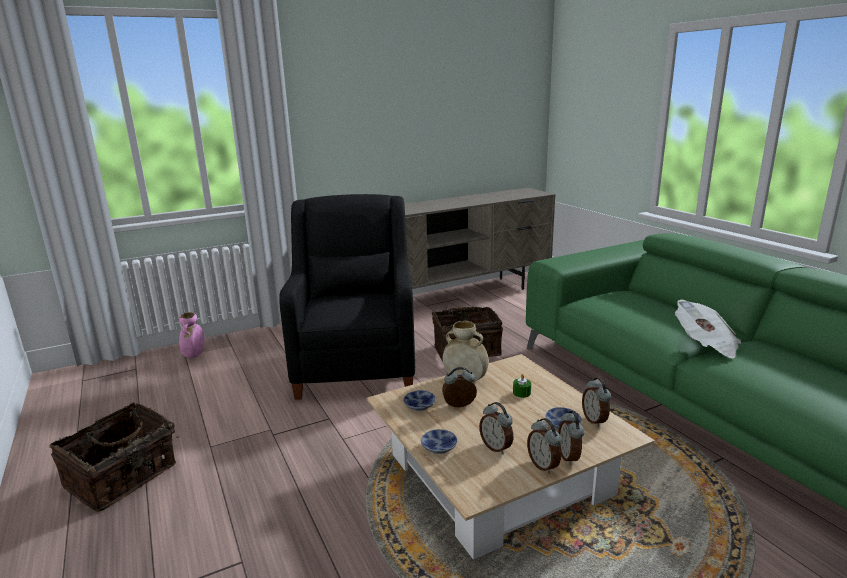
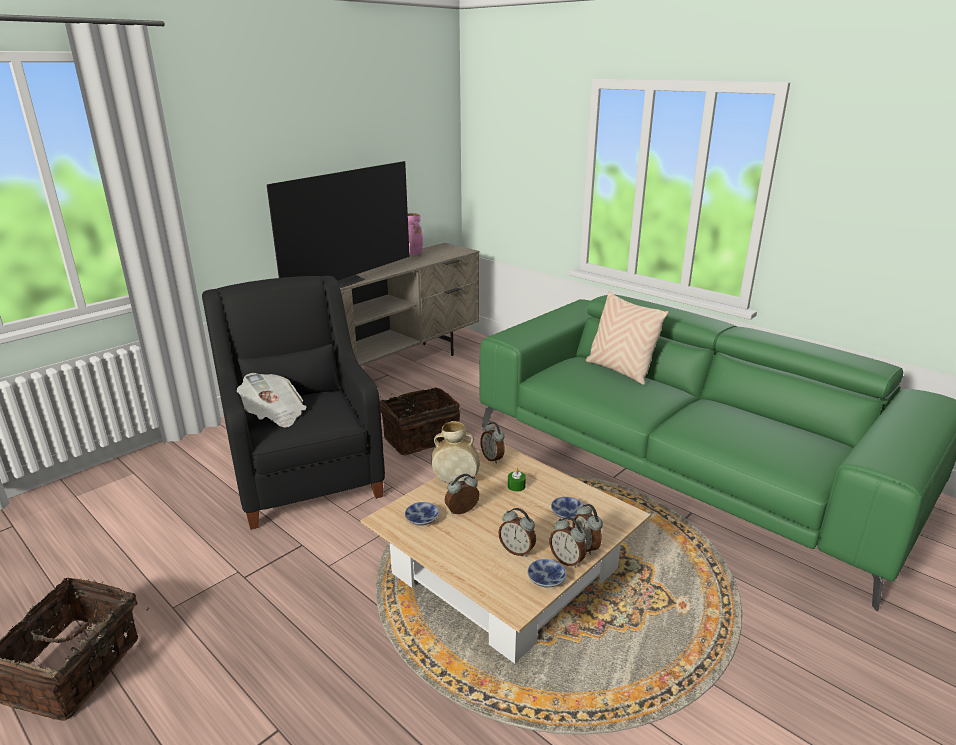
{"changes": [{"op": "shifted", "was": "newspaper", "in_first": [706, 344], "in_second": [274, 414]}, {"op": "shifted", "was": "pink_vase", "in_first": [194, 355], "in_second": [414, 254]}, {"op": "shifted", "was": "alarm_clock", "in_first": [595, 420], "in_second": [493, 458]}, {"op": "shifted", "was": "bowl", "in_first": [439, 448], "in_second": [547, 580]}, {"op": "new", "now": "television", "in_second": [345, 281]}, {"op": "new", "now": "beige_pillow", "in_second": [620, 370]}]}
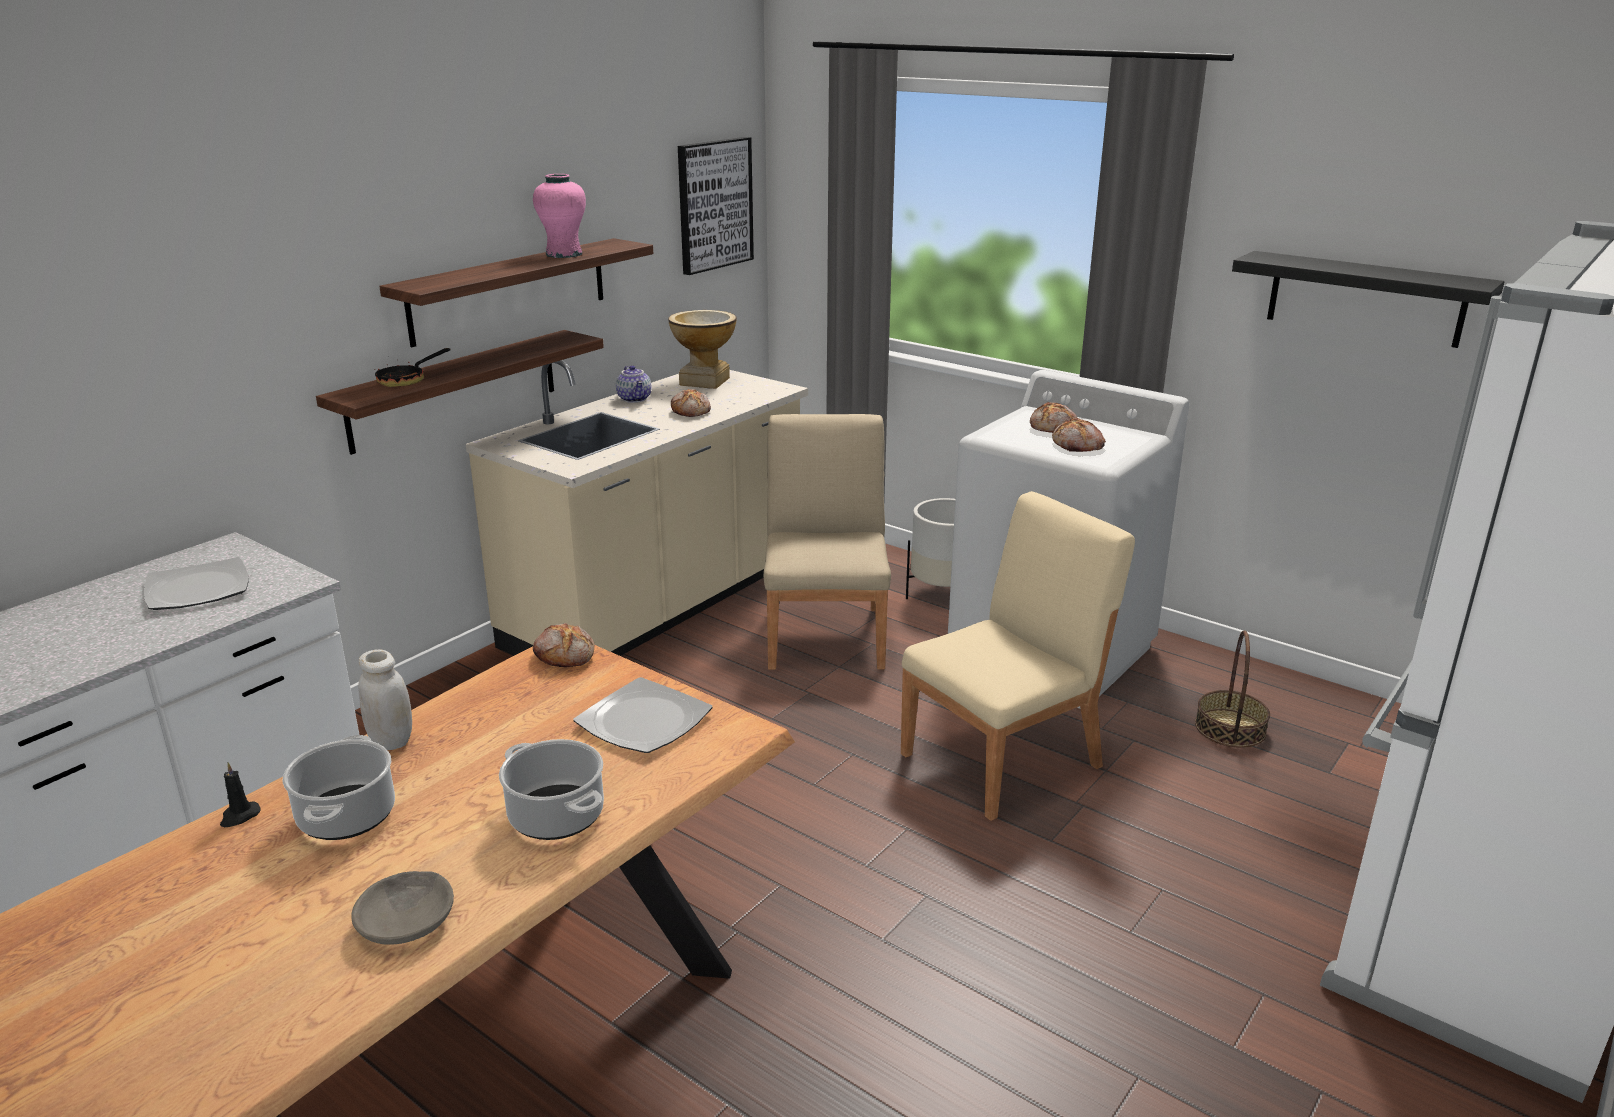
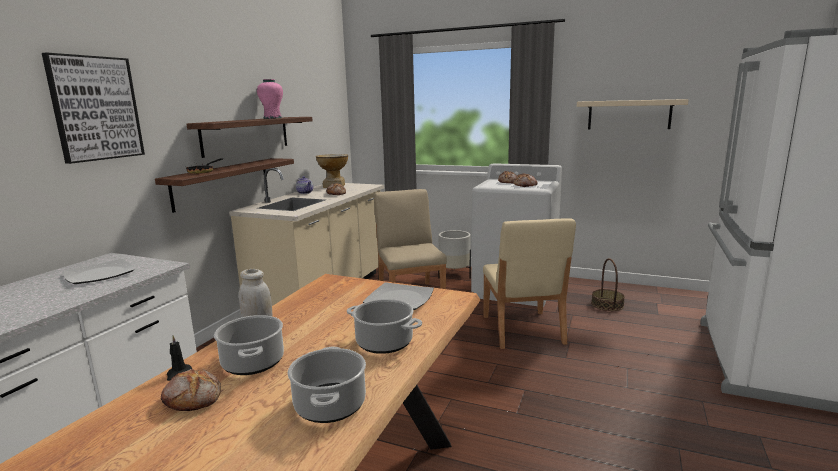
{"changes": [{"op": "shifted", "was": "picture", "in_first": [714, 205], "in_second": [95, 108]}, {"op": "repainted", "was": "black_shelf", "now": "beige_shelf", "in_first": [1365, 299], "in_second": [629, 114]}, {"op": "rotated", "was": "beige_chair", "in_first": [1003, 759], "in_second": [522, 330], "clockwise": 135}, {"op": "shifted", "was": "bread", "in_first": [565, 655], "in_second": [193, 398]}, {"op": "swapped", "was": "grey_bowl", "now": "cooking_pot", "in_first": [407, 920], "in_second": [329, 405]}]}
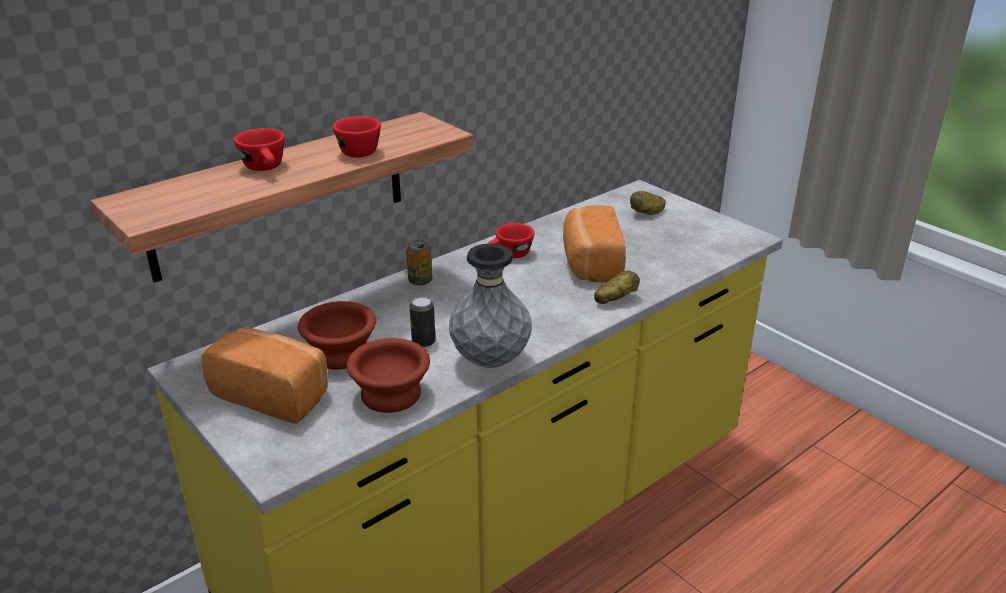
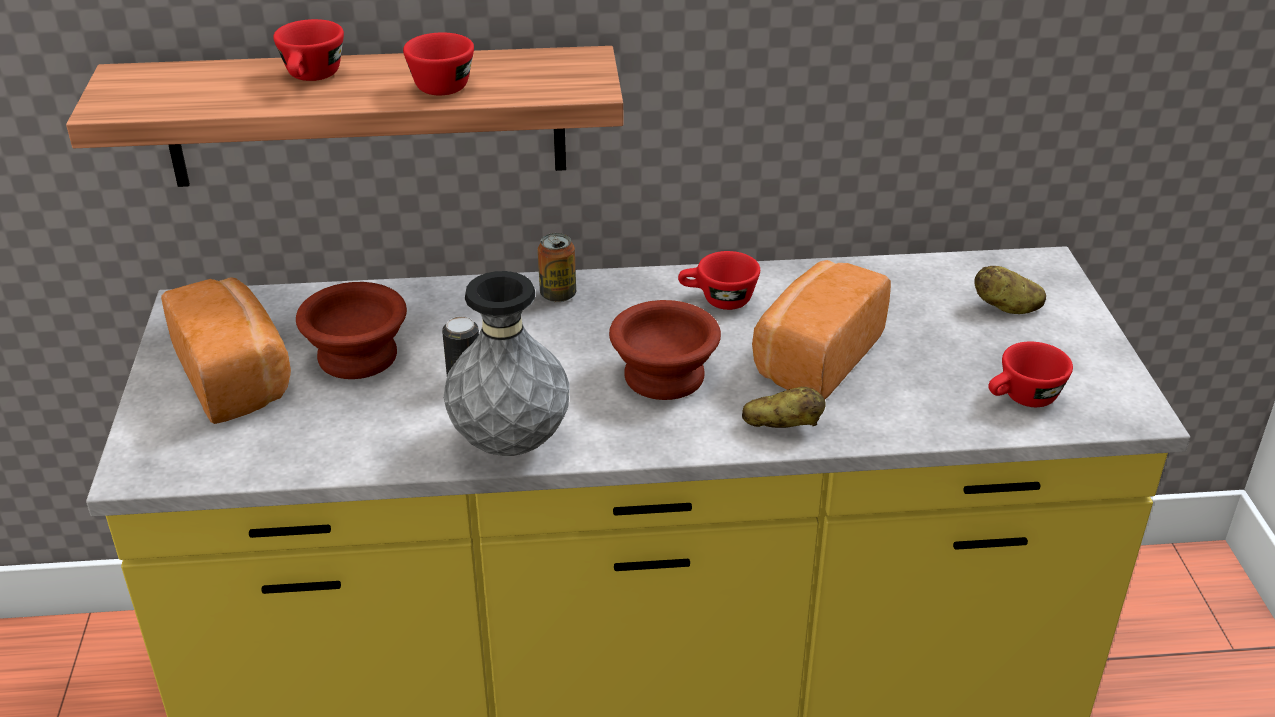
{"changes": [{"op": "shifted", "was": "brown_bowl", "in_first": [393, 393], "in_second": [667, 376]}, {"op": "new", "now": "red_cup", "in_second": [1022, 399]}]}
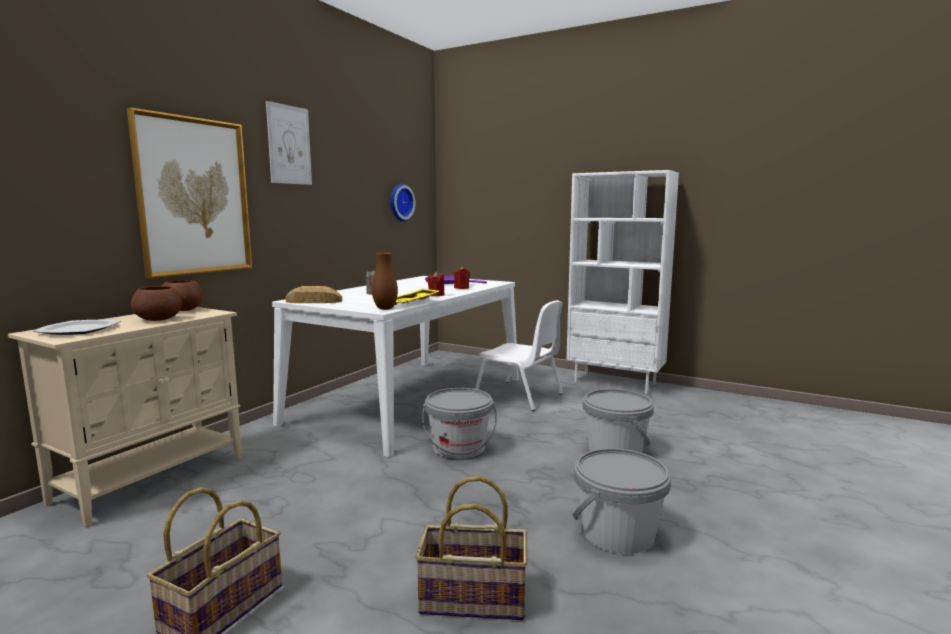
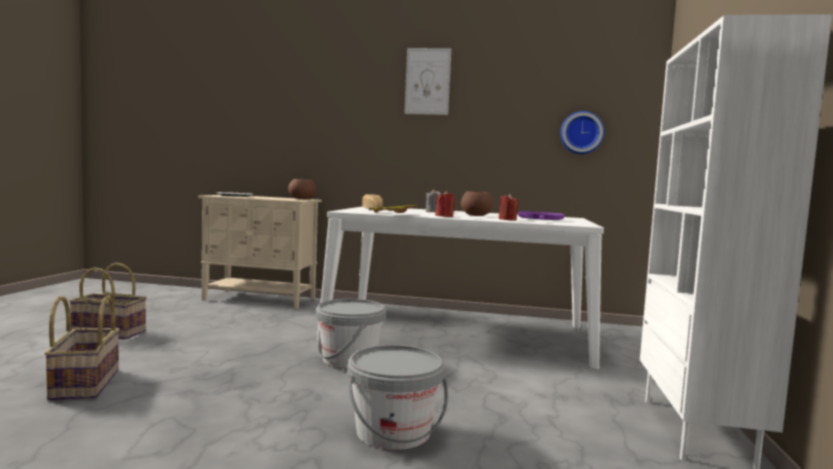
{"changes": [{"op": "gone", "was": "picture", "in_first": [194, 196]}, {"op": "gone", "was": "brown_vase", "in_first": [385, 309]}, {"op": "shifted", "was": "brown_bowl", "in_first": [159, 319], "in_second": [476, 215]}, {"op": "gone", "was": "white_chair", "in_first": [519, 396]}, {"op": "gone", "was": "grey_bucket", "in_first": [617, 533]}]}
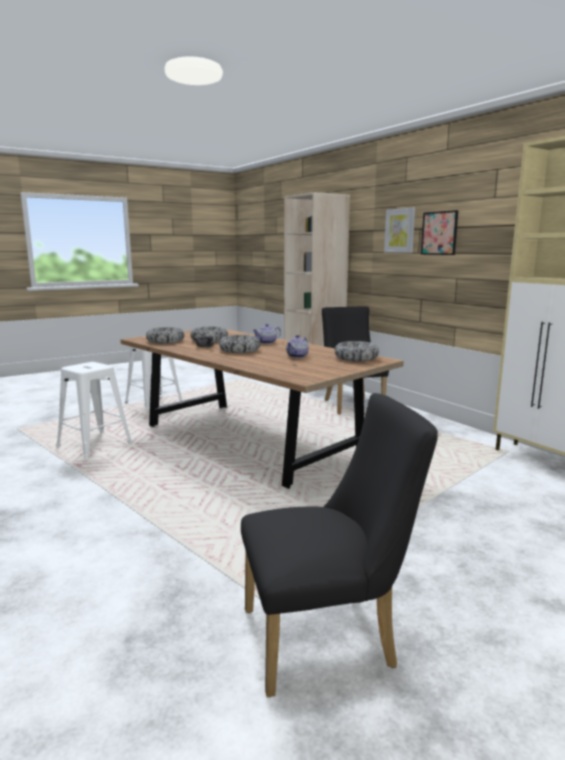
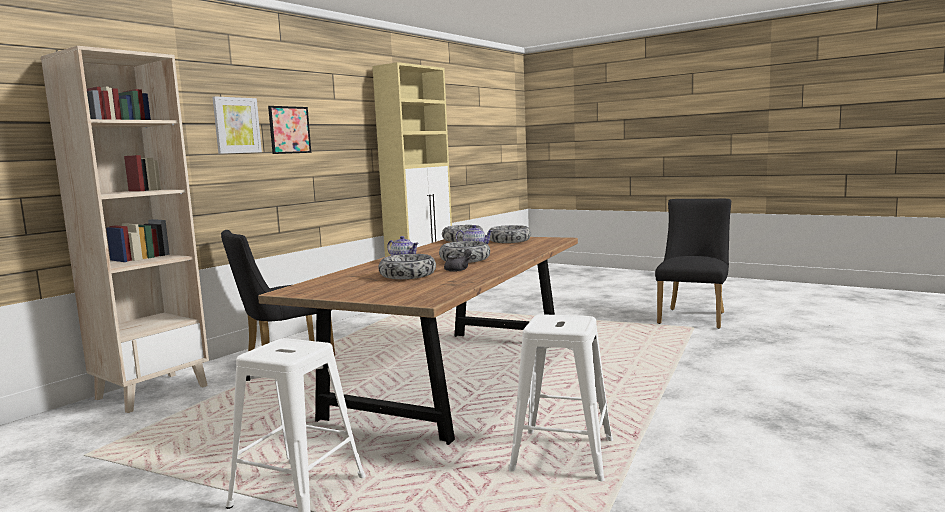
{"changes": [{"op": "shifted", "was": "bowl", "in_first": [165, 341], "in_second": [509, 241]}, {"op": "rotated", "was": "black_chair", "in_first": [329, 637], "in_second": [693, 317], "clockwise": 60}]}
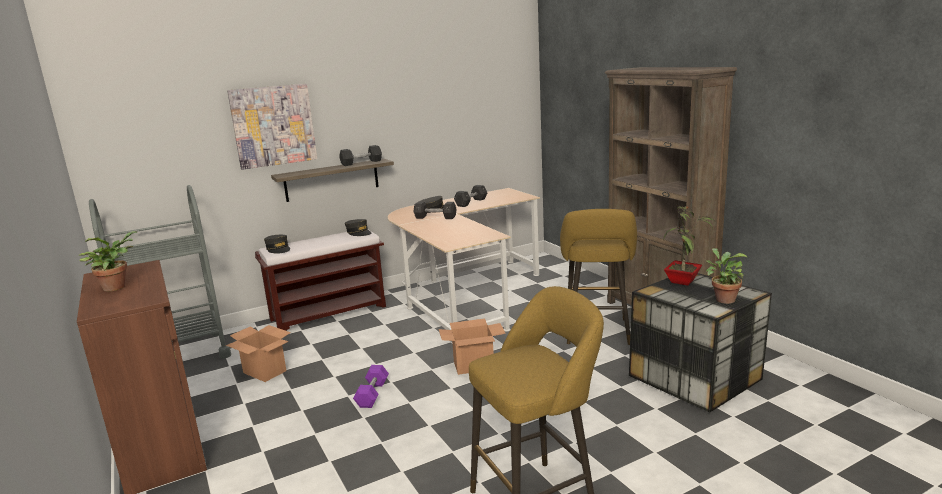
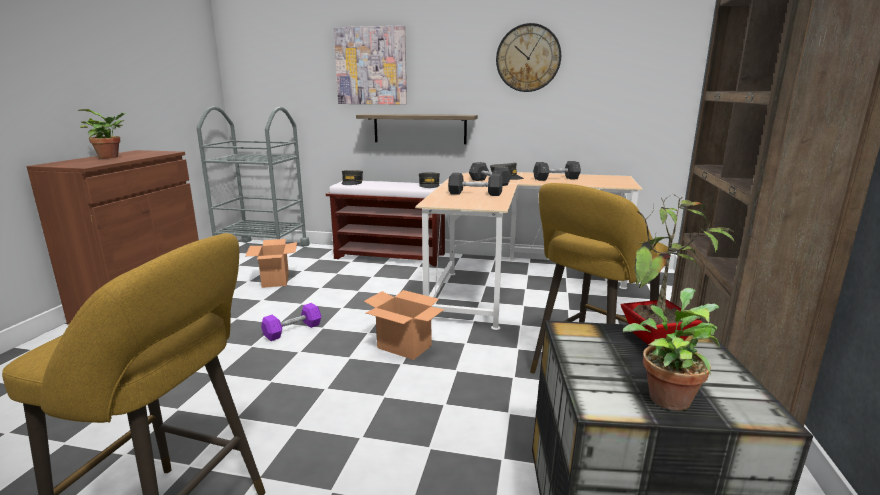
{"changes": [{"op": "shifted", "was": "grey_dumbbell", "in_first": [361, 163], "in_second": [475, 194]}, {"op": "new", "now": "wall_clock", "in_second": [528, 58]}]}
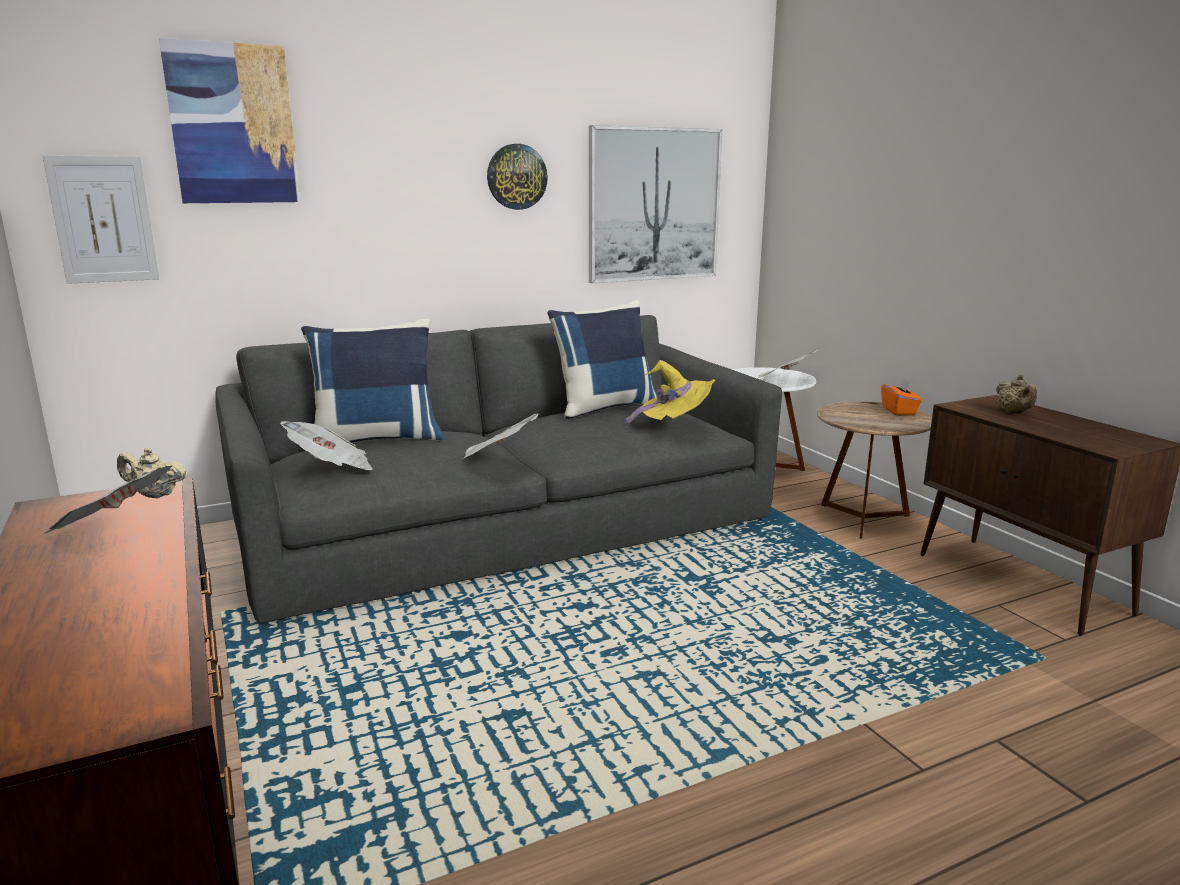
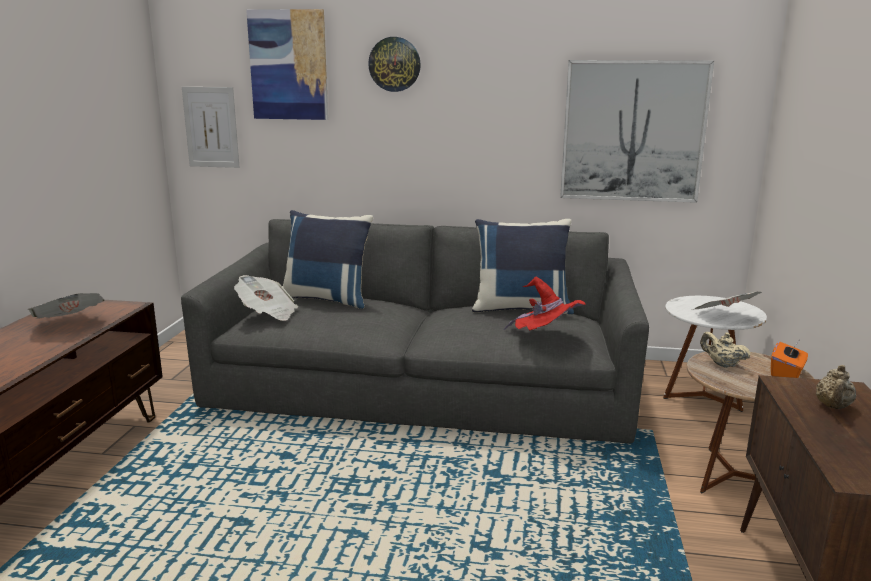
{"changes": [{"op": "shifted", "was": "wall_clock", "in_first": [516, 177], "in_second": [394, 64]}, {"op": "repainted", "was": "yellow_hat", "now": "red_hat", "in_first": [674, 425], "in_second": [546, 337]}, {"op": "gone", "was": "newspaper", "in_first": [499, 457]}, {"op": "shifted", "was": "beige_teapot", "in_first": [155, 495], "in_second": [722, 364]}]}
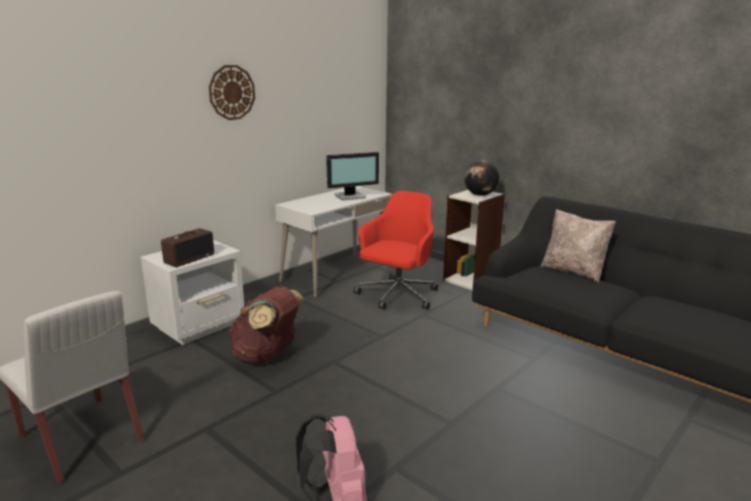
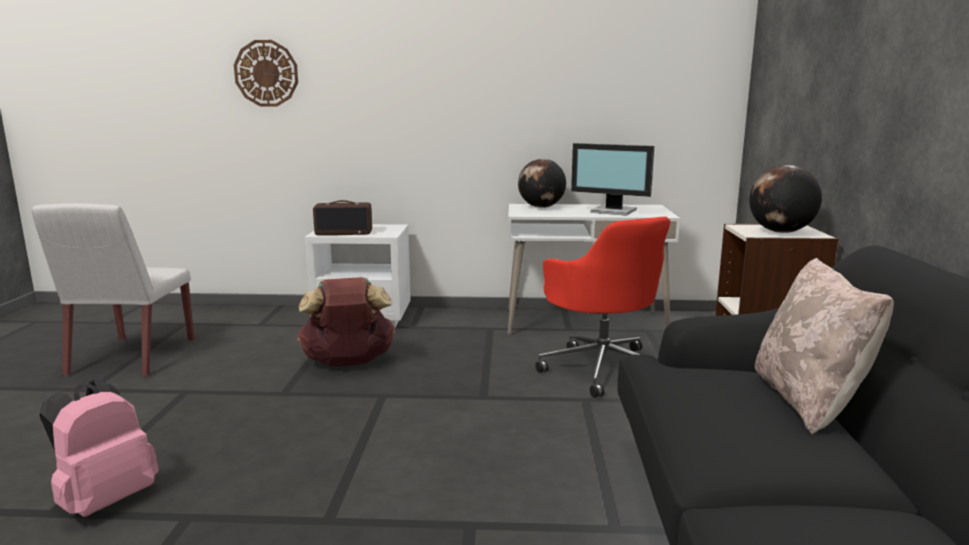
{"changes": [{"op": "shifted", "was": "wall_clock", "in_first": [232, 92], "in_second": [266, 73]}, {"op": "rotated", "was": "red_office_chair", "in_first": [397, 296], "in_second": [602, 368], "clockwise": 75}, {"op": "new", "now": "globe", "in_second": [541, 207]}]}
